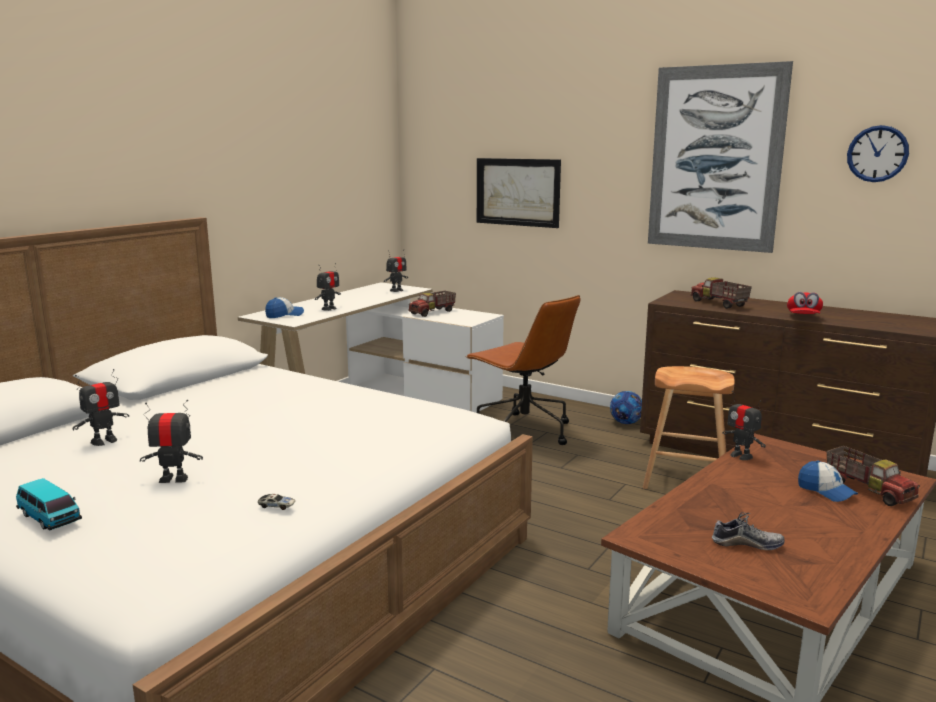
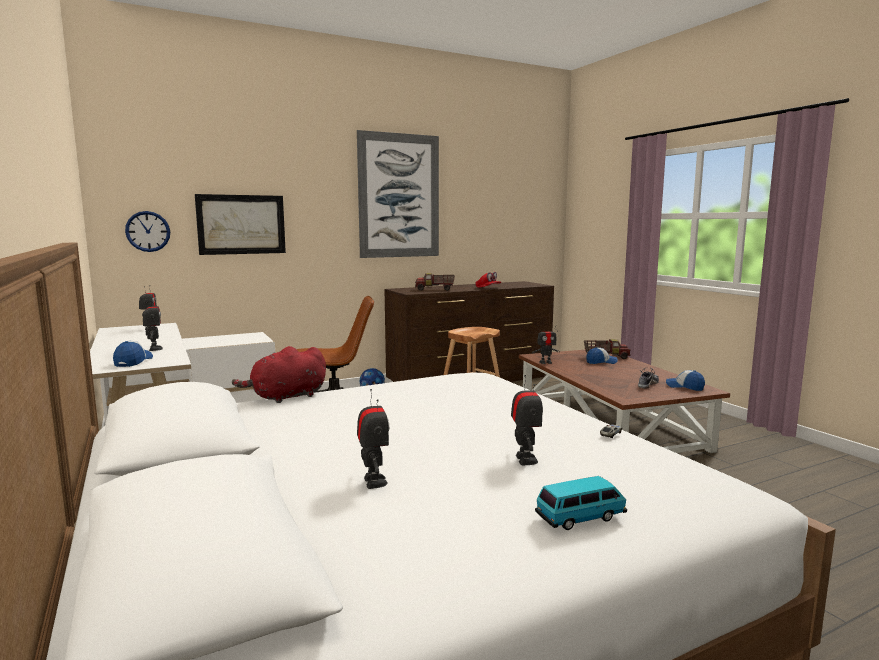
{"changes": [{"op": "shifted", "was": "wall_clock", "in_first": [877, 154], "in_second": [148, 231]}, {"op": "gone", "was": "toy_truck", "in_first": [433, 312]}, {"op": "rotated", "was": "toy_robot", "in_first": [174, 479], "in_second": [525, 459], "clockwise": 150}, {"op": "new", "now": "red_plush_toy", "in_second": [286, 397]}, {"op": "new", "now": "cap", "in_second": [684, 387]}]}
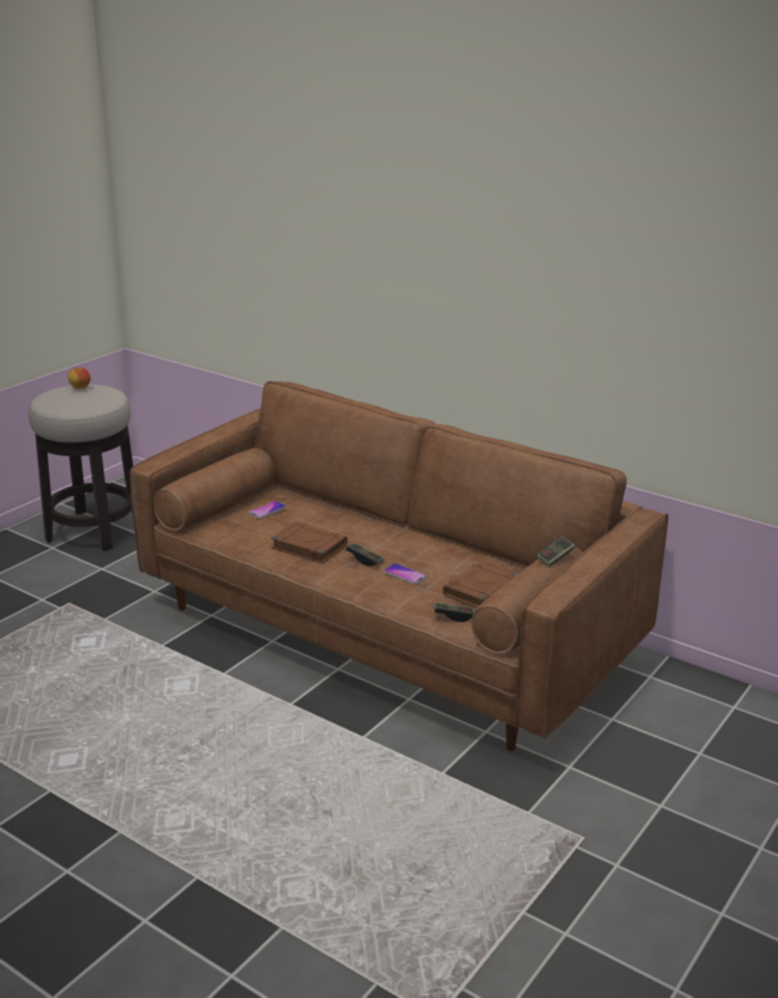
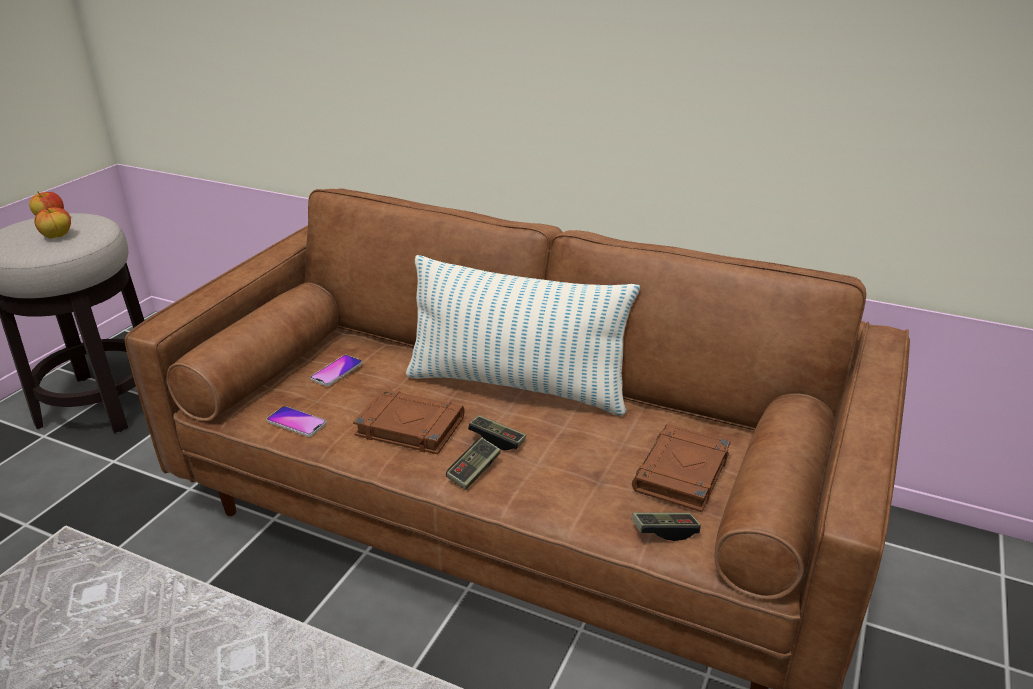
{"changes": [{"op": "shifted", "was": "game_controller", "in_first": [555, 558], "in_second": [474, 471]}, {"op": "shifted", "was": "phone", "in_first": [404, 575], "in_second": [296, 422]}, {"op": "new", "now": "apple", "in_second": [57, 236]}, {"op": "new", "now": "pillow", "in_second": [517, 386]}]}
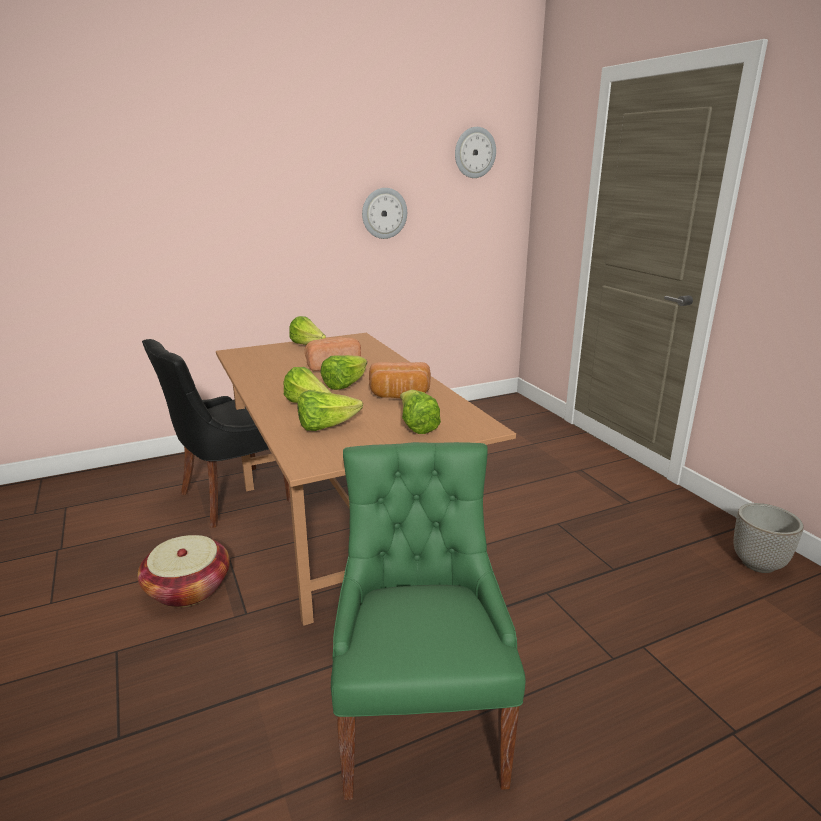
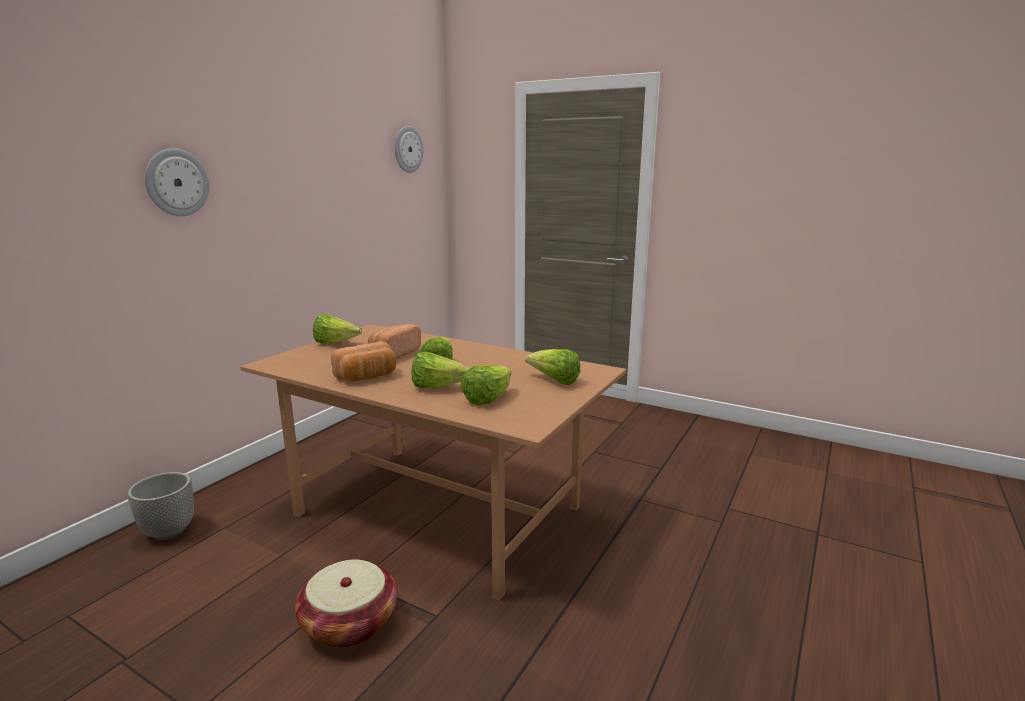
{"changes": [{"op": "shifted", "was": "wall_clock", "in_first": [384, 213], "in_second": [176, 182]}, {"op": "gone", "was": "black_chair", "in_first": [232, 497]}, {"op": "shifted", "was": "bread", "in_first": [399, 396], "in_second": [367, 377]}, {"op": "gone", "was": "green_chair", "in_first": [420, 723]}, {"op": "shifted", "was": "planter", "in_first": [757, 563], "in_second": [169, 531]}]}
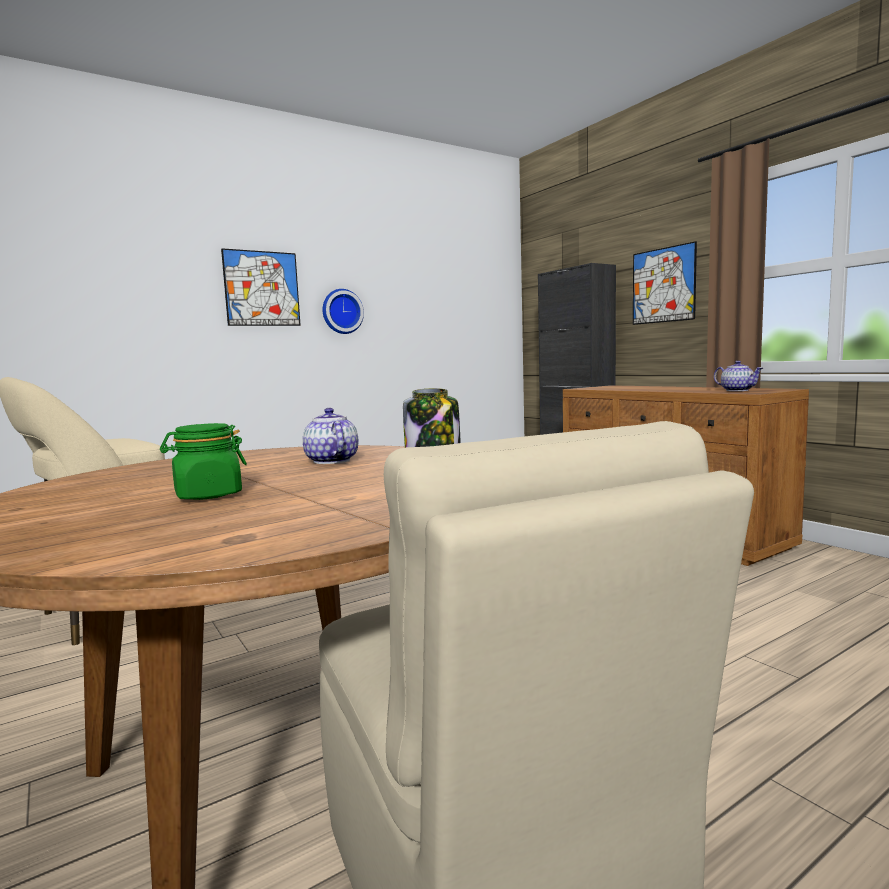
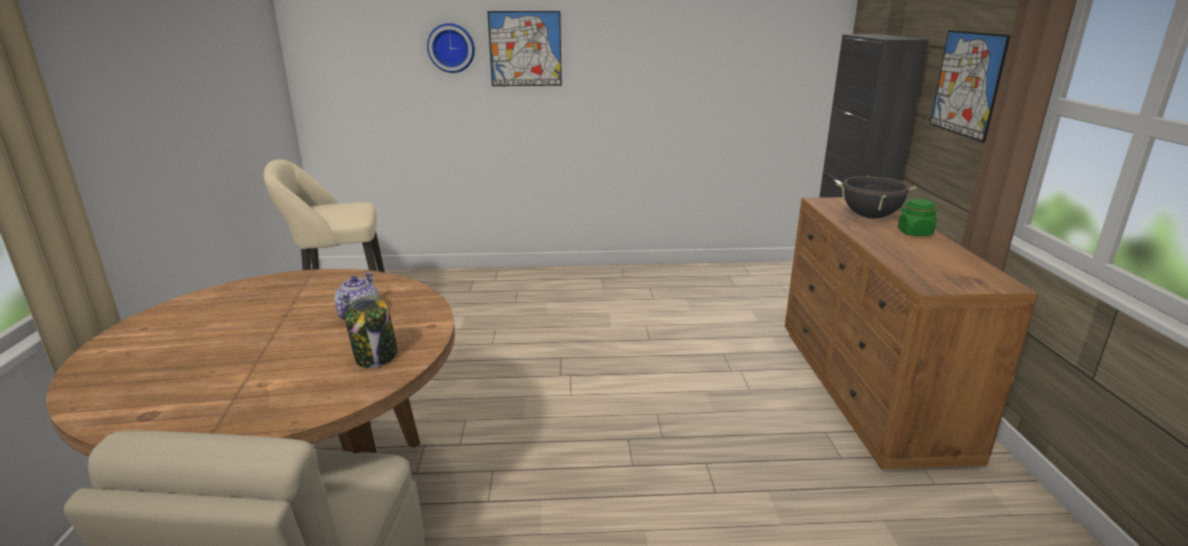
{"changes": [{"op": "shifted", "was": "wall_clock", "in_first": [341, 311], "in_second": [451, 48]}, {"op": "gone", "was": "teapot", "in_first": [737, 390]}, {"op": "shifted", "was": "green_jar", "in_first": [208, 495], "in_second": [914, 233]}, {"op": "new", "now": "black_cooking_pot", "in_second": [870, 217]}]}
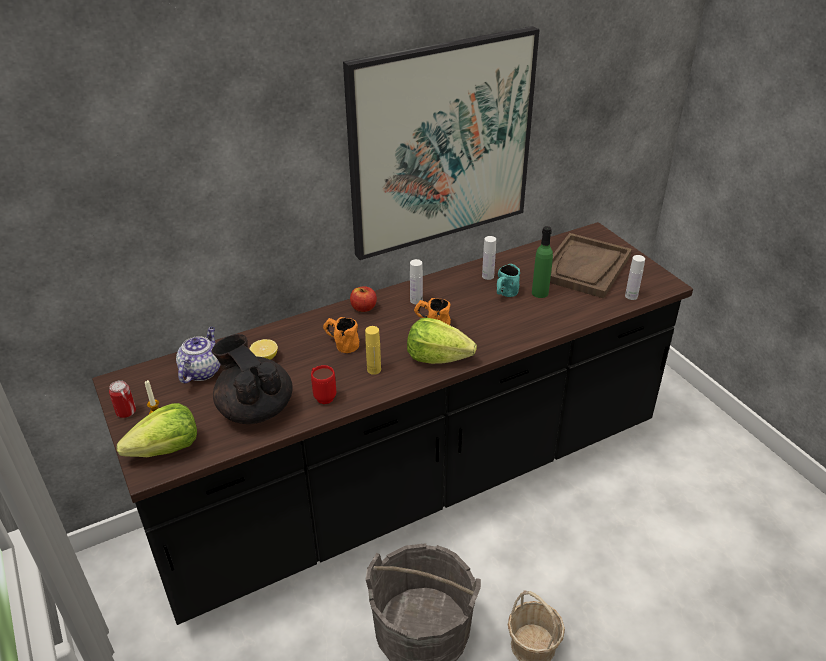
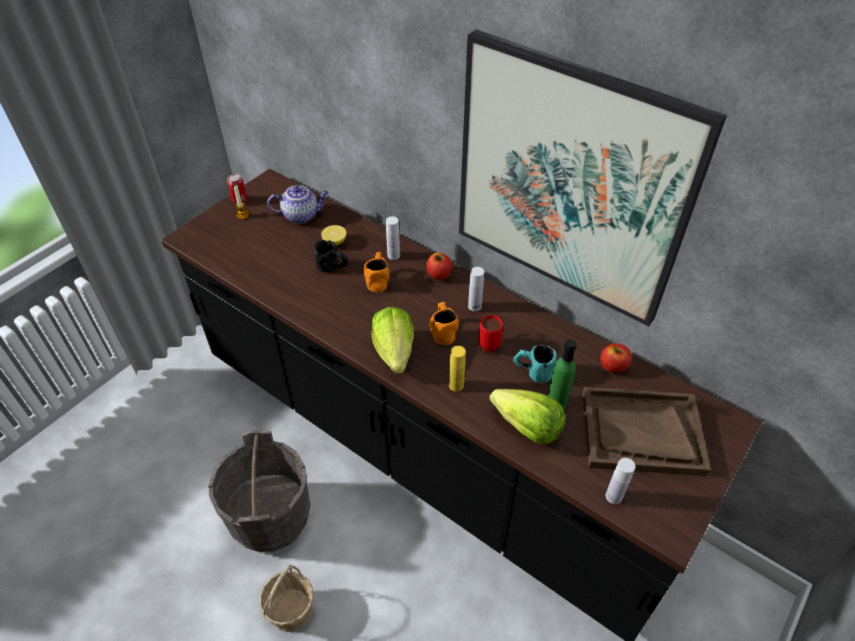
{"changes": [{"op": "shifted", "was": "white_bottle", "in_first": [488, 276], "in_second": [393, 255]}, {"op": "shifted", "was": "yellow_bottle", "in_first": [374, 370], "in_second": [456, 385]}, {"op": "gone", "was": "black_teapot", "in_first": [255, 408]}, {"op": "shifted", "was": "red_mug", "in_first": [322, 396], "in_second": [491, 342]}, {"op": "shifted", "was": "lettuce", "in_first": [166, 449], "in_second": [527, 427]}, {"op": "new", "now": "black_mug", "in_second": [333, 268]}, {"op": "new", "now": "apple", "in_second": [613, 366]}]}
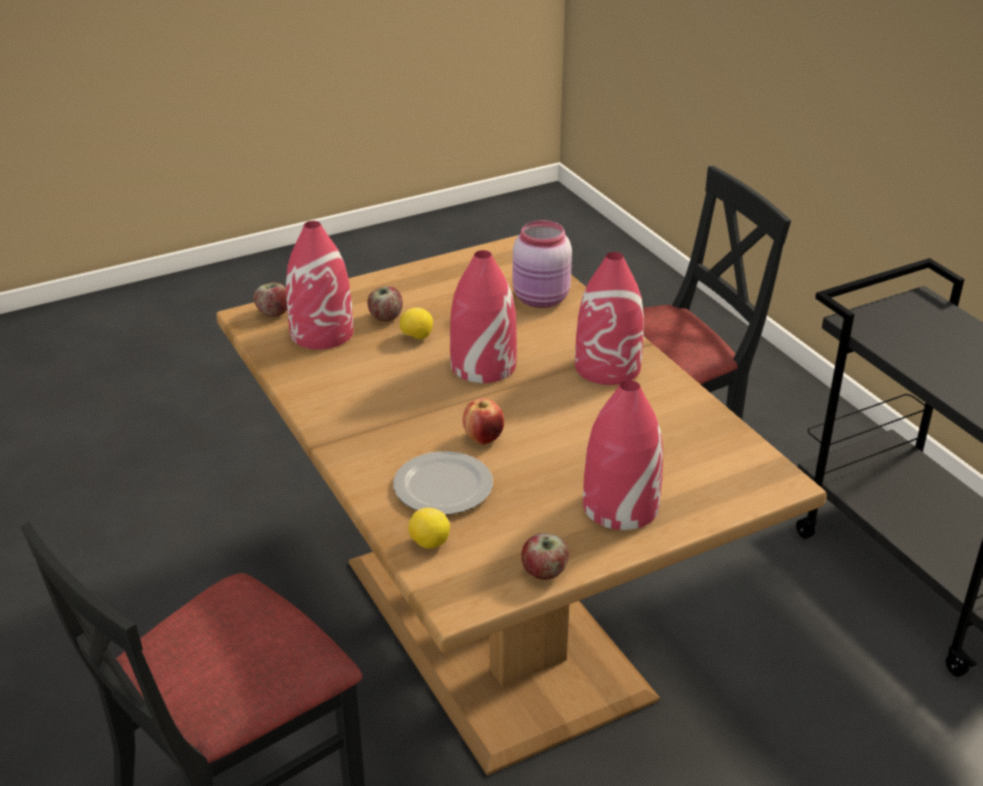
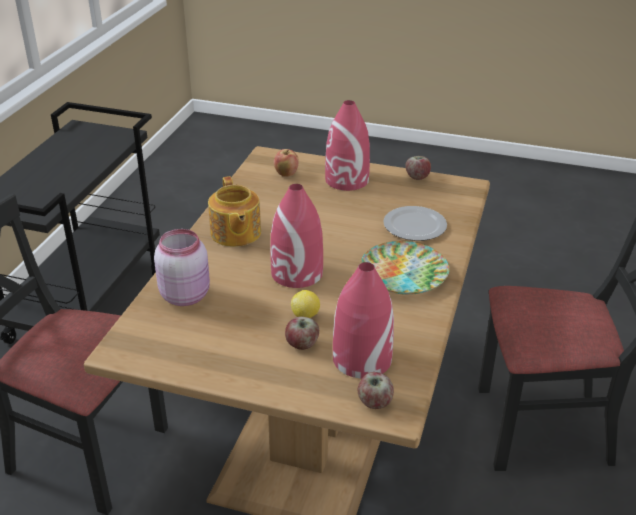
{"changes": [{"op": "swapped", "was": "red_vase", "now": "teapot", "in_first": [608, 367], "in_second": [235, 233]}, {"op": "shifted", "was": "apple", "in_first": [483, 438], "in_second": [286, 174]}, {"op": "gone", "was": "lemon", "in_first": [429, 543]}, {"op": "new", "now": "plate", "in_second": [404, 273]}]}
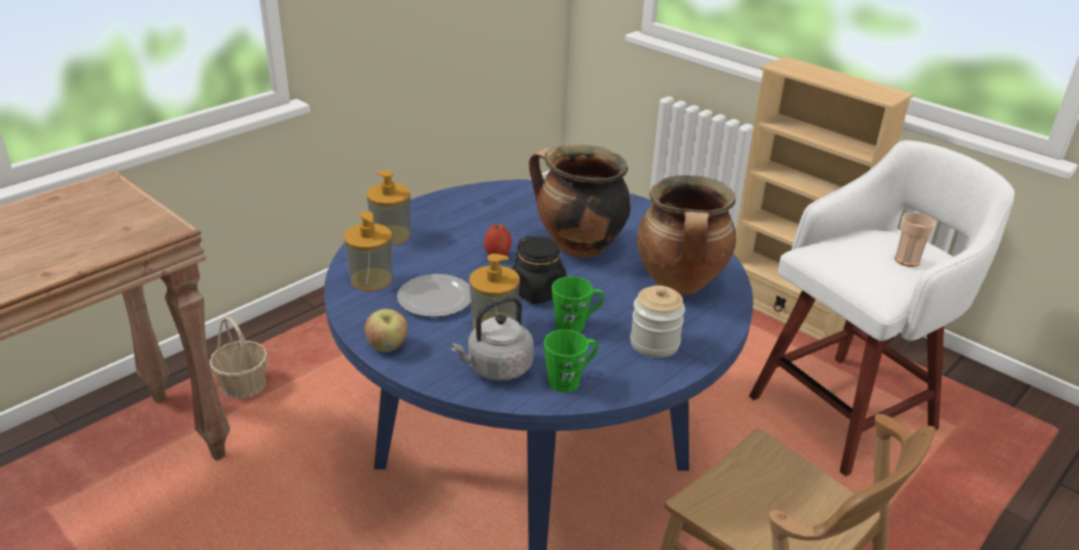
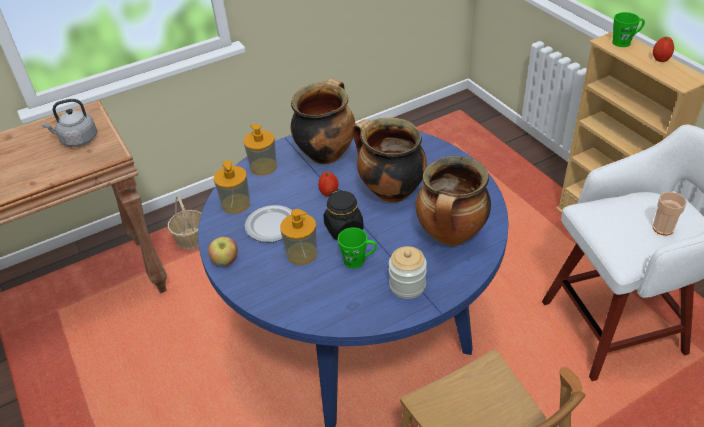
{"changes": [{"op": "shifted", "was": "grey_kettle", "in_first": [496, 369], "in_second": [77, 140]}, {"op": "shifted", "was": "green_mug", "in_first": [569, 380], "in_second": [624, 42]}, {"op": "new", "now": "apple", "in_second": [660, 59]}, {"op": "new", "now": "cooking_pot", "in_second": [326, 153]}]}
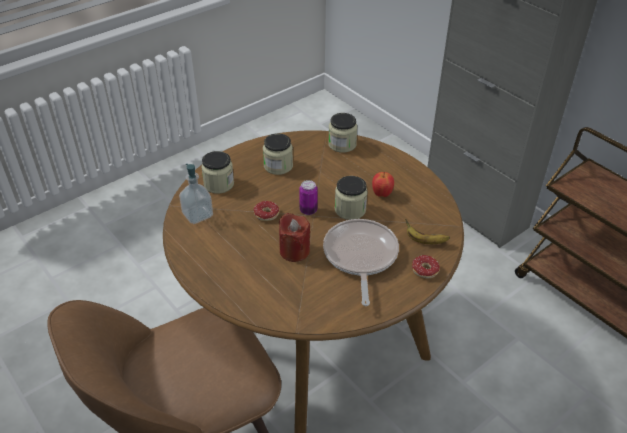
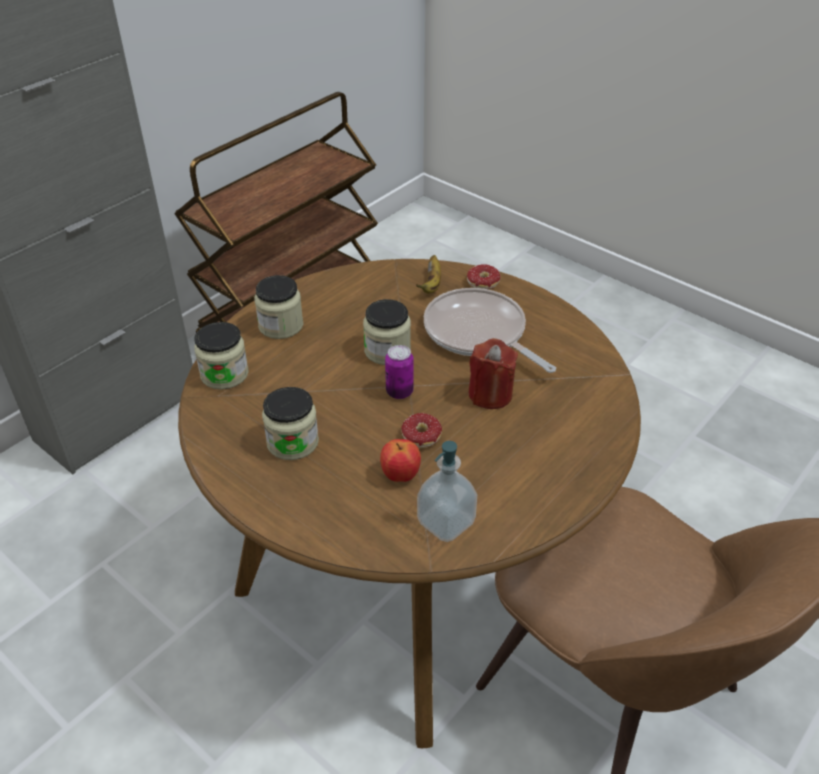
{"changes": [{"op": "shifted", "was": "jar", "in_first": [219, 184], "in_second": [281, 325]}, {"op": "shifted", "was": "apple", "in_first": [382, 194], "in_second": [400, 475]}, {"op": "rotated", "was": "frying_pan", "in_first": [360, 256], "in_second": [478, 334], "clockwise": 60}]}
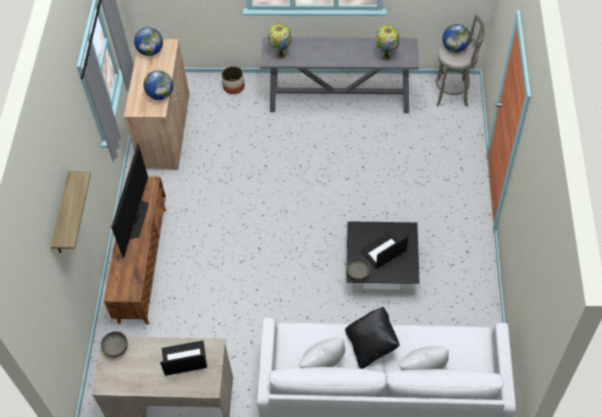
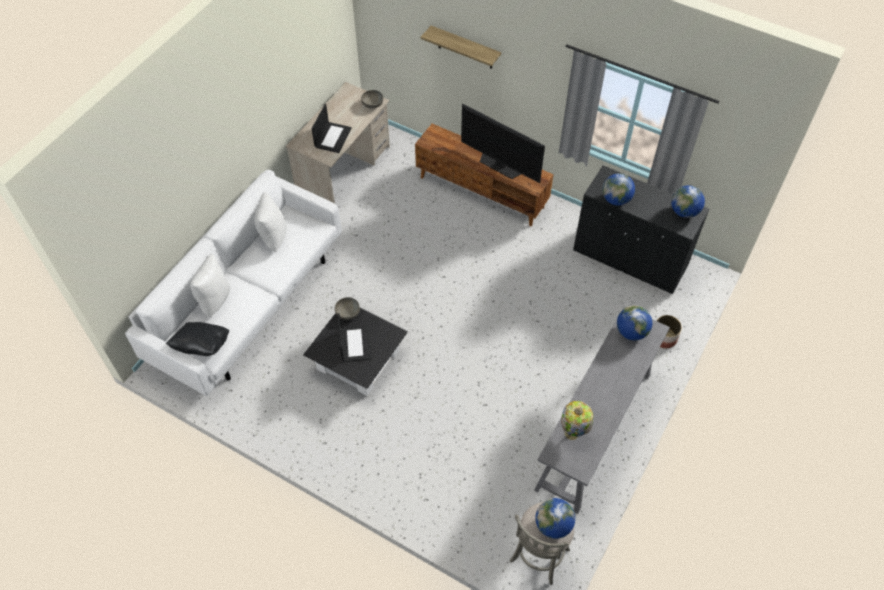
{"changes": [{"op": "swapped", "was": "table_lamp", "now": "globe", "in_first": [281, 54], "in_second": [631, 332]}, {"op": "repainted", "was": "beige_cabinet", "now": "black_cabinet", "in_first": [165, 131], "in_second": [630, 258]}, {"op": "shifted", "was": "black_pillow", "in_first": [371, 345], "in_second": [202, 347]}]}
